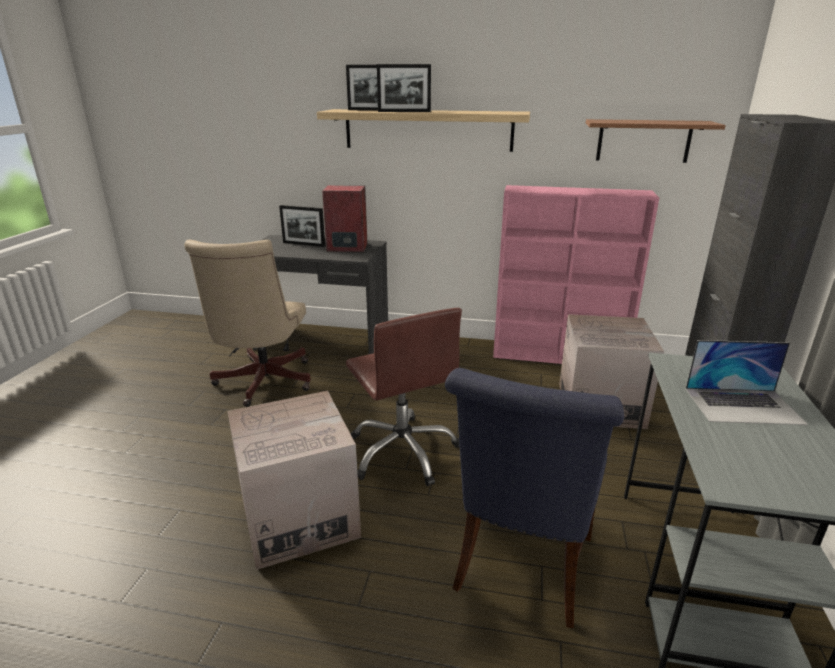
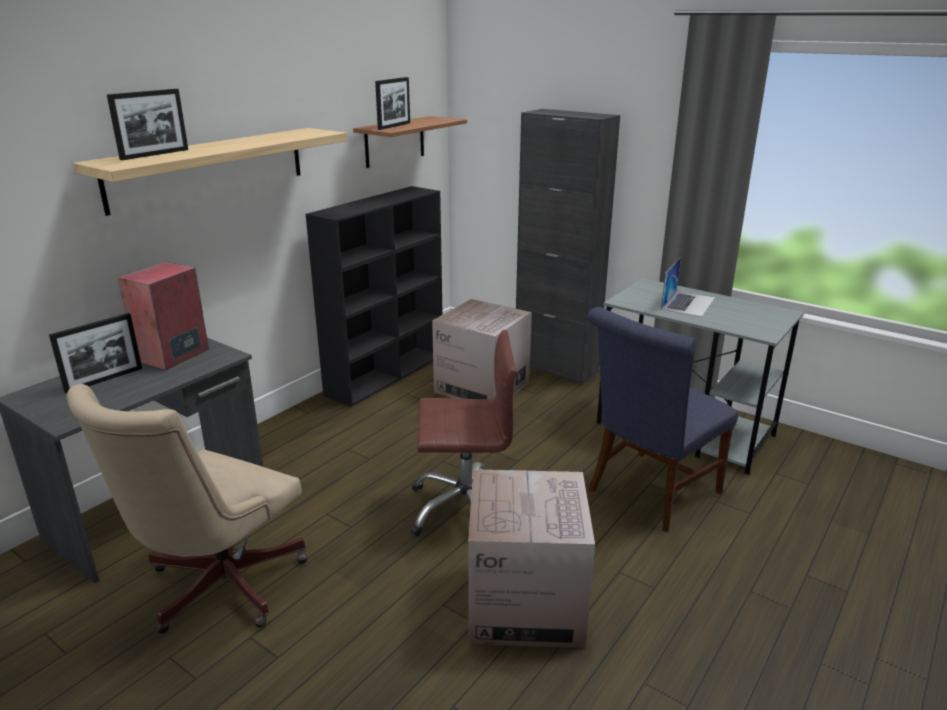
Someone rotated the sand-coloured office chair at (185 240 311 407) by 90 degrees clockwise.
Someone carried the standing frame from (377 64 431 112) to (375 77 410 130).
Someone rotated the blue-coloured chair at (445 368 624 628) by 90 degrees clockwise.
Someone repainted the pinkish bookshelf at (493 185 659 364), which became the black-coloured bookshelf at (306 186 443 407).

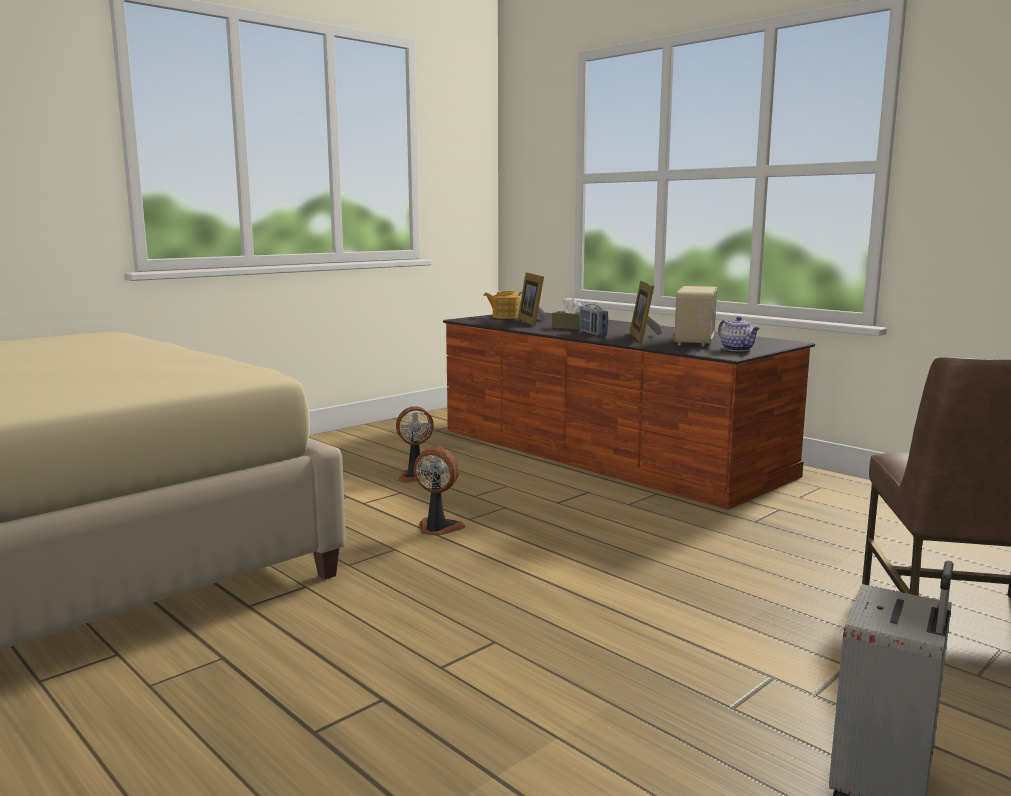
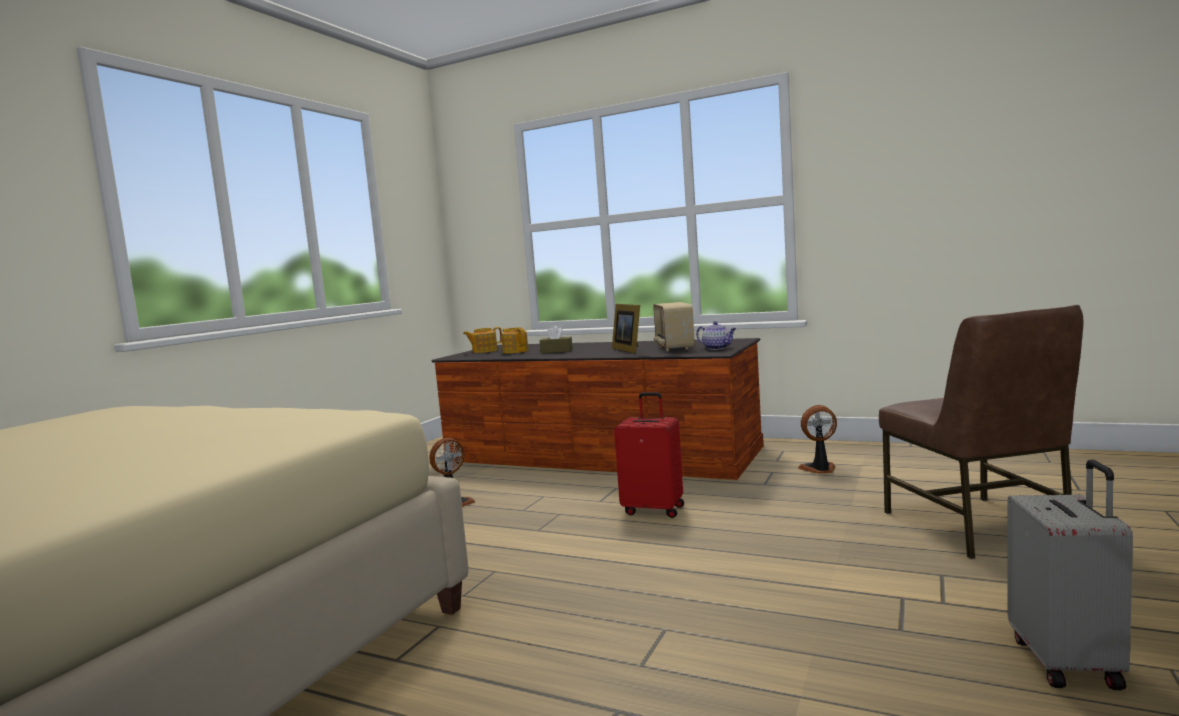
Someone carried the electric fan from (414 446 466 536) to (798 405 837 474).
Someone swapped the standing frame at (518 272 546 326) for the tea pot at (501 327 528 354).
Someone took away the radio set at (579 304 608 336).
Someone put down the red-coloured travel case at (614 392 684 518).

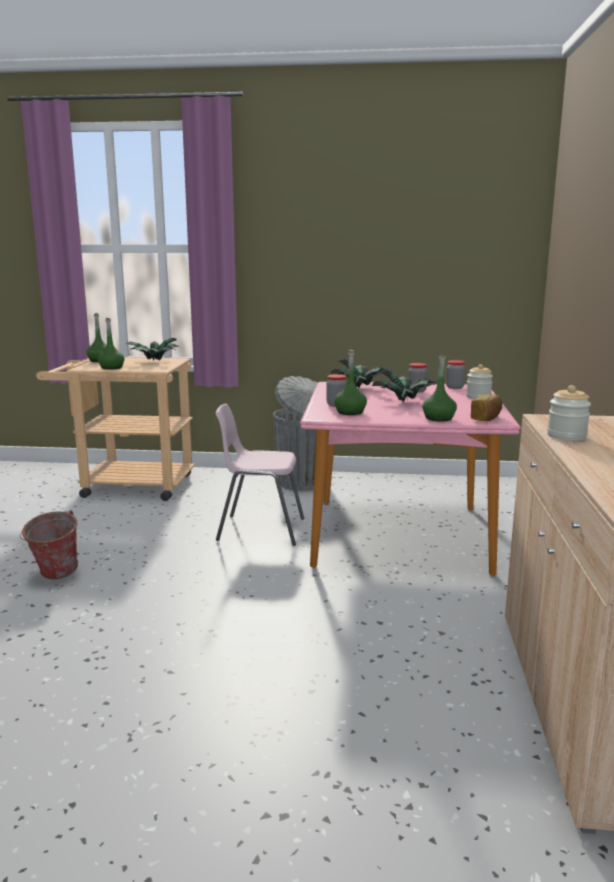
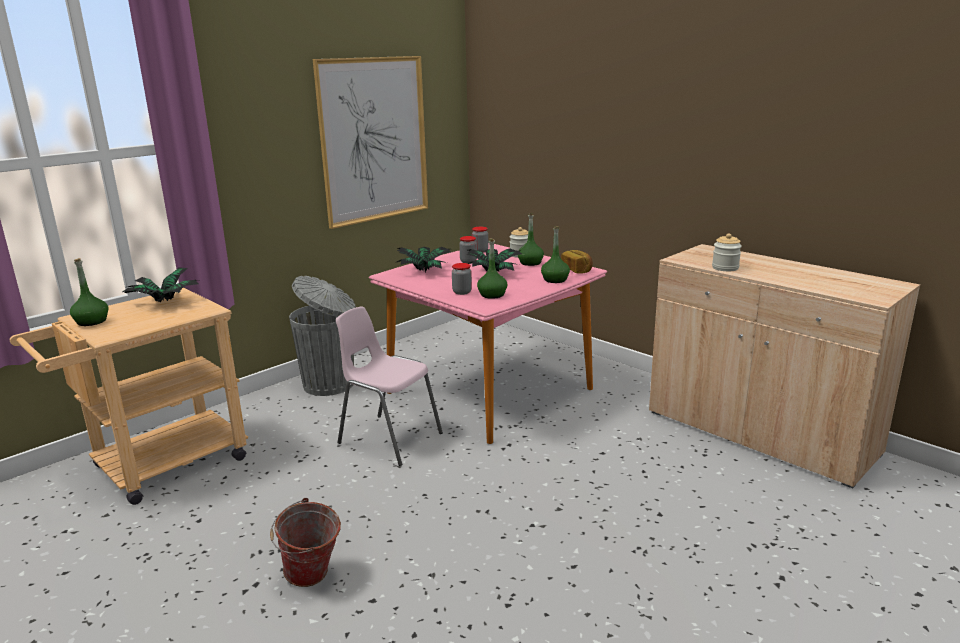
Someone carried the greenish beverage bottle from (98 318 125 370) to (518 213 544 266).
Someone rotated the pinkish chair at (216 404 304 546) by 75 degrees clockwise.
Someone put up the picture at (313 56 428 229).

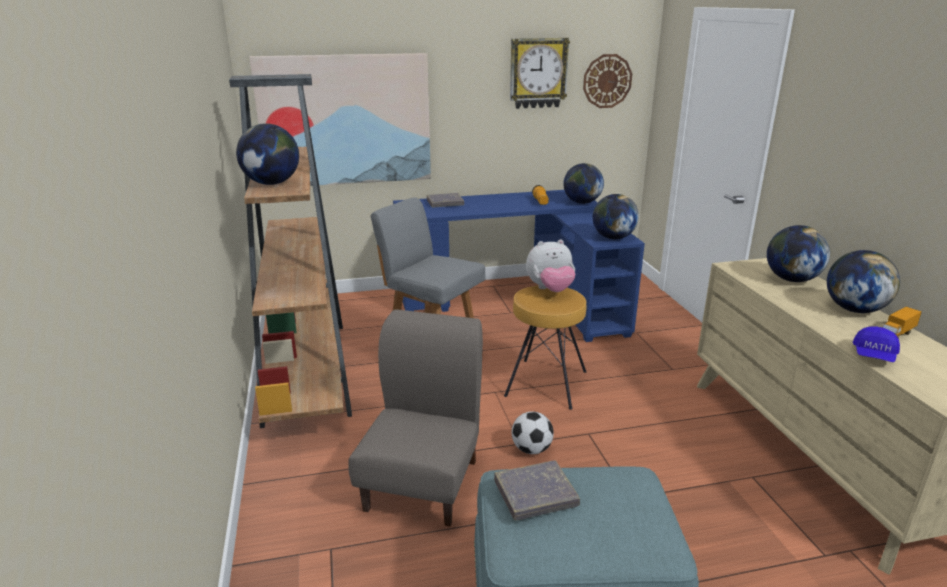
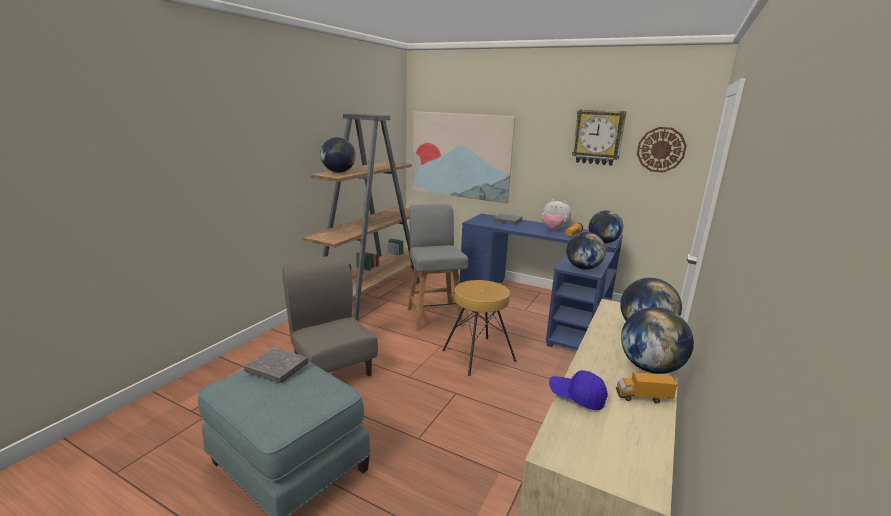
Someone rotated the grey chair at (348 309 483 527) by 90 degrees counterclockwise.
Someone took away the football ball at (512 411 554 454).
Someone carried the soft toy from (526 239 575 292) to (542 199 571 230).
Someone rotated the blue-coloured baseball cap at (853 326 900 362) by 45 degrees clockwise.

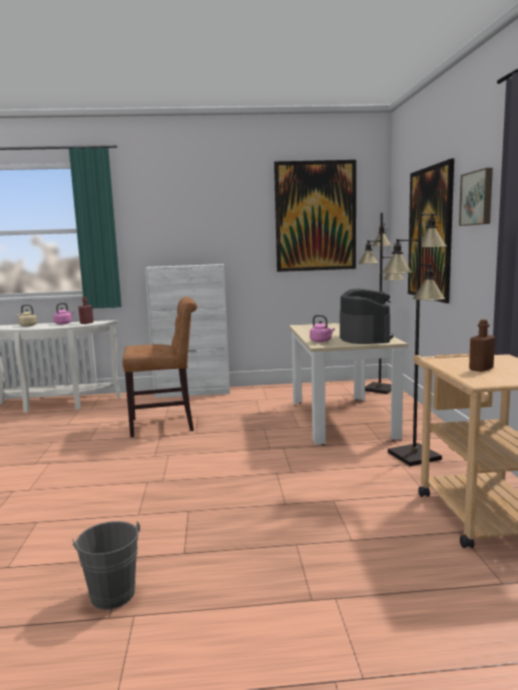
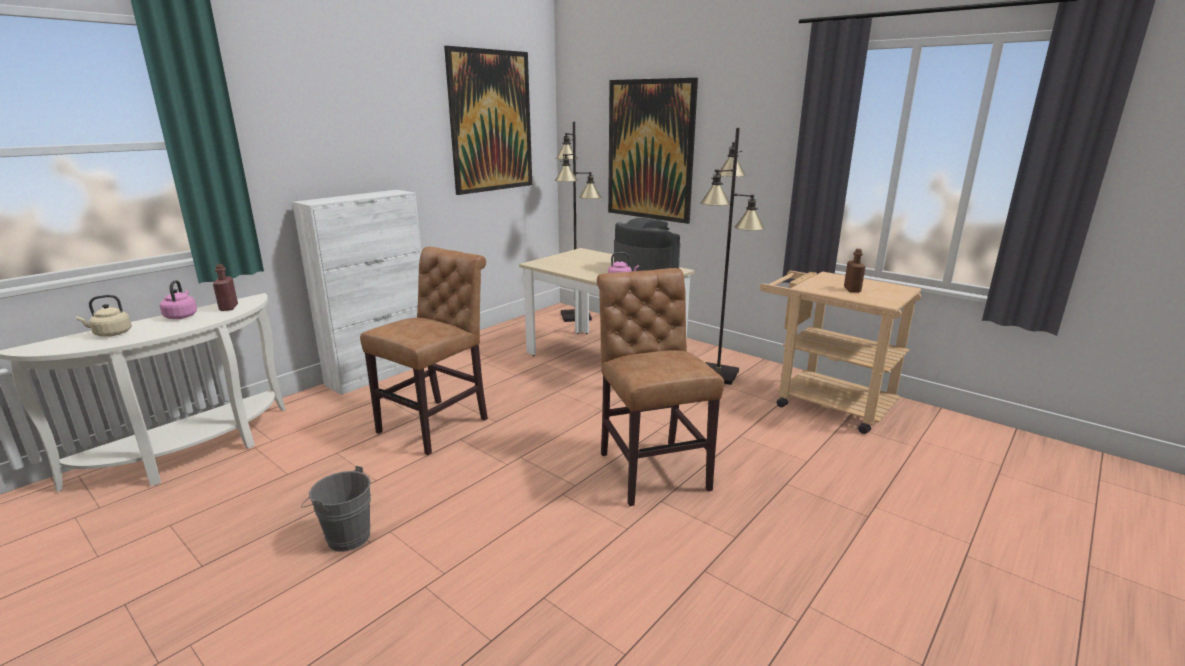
Someone carried the grey water bucket from (72 521 140 610) to (301 466 371 552).
Someone took away the picture at (459 168 493 226).
Someone put down the brownish chair at (597 268 724 506).

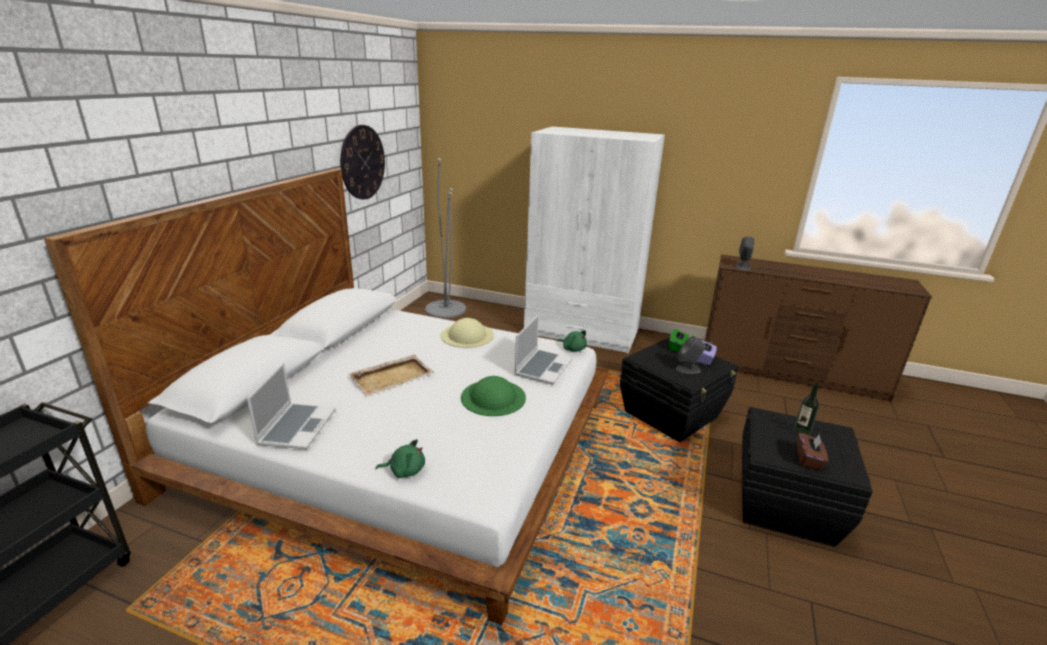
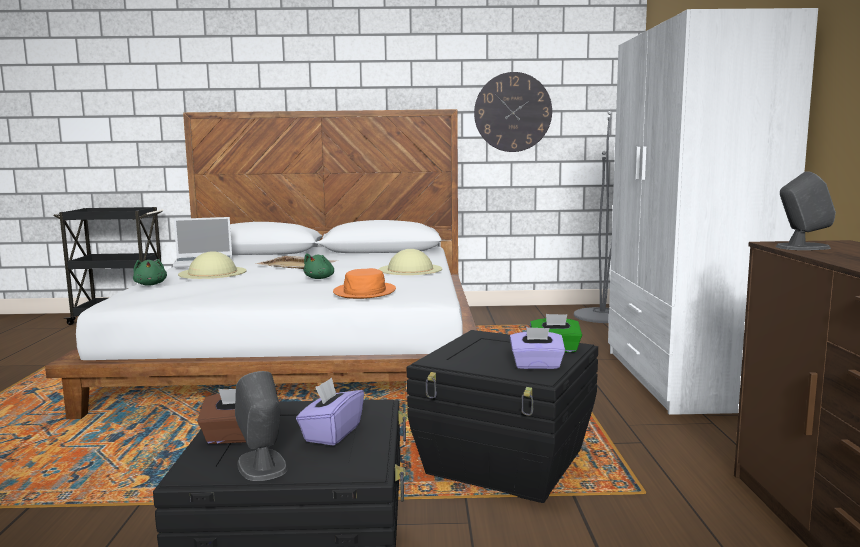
Someone took away the greenish wearable hat at (461 376 526 416).
Someone swapped the portable computer at (514 315 573 385) for the orange-coloured wearable hat at (333 268 396 299).
Someone carried the greenish soft toy from (558 331 587 352) to (304 253 334 279).
Someone carried the grey audio speaker from (676 336 706 374) to (235 371 288 481).
Someone swapped the beverage bottle at (794 382 820 436) for the purple tissue holder at (296 377 364 446).
Someone put down the sand-coloured wearable hat at (178 251 246 279).

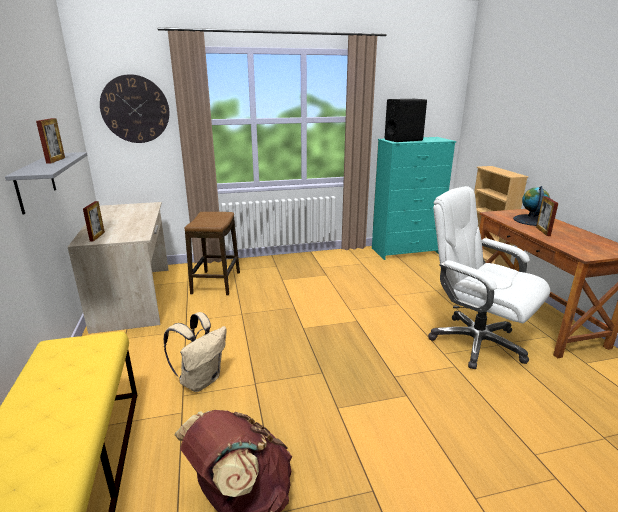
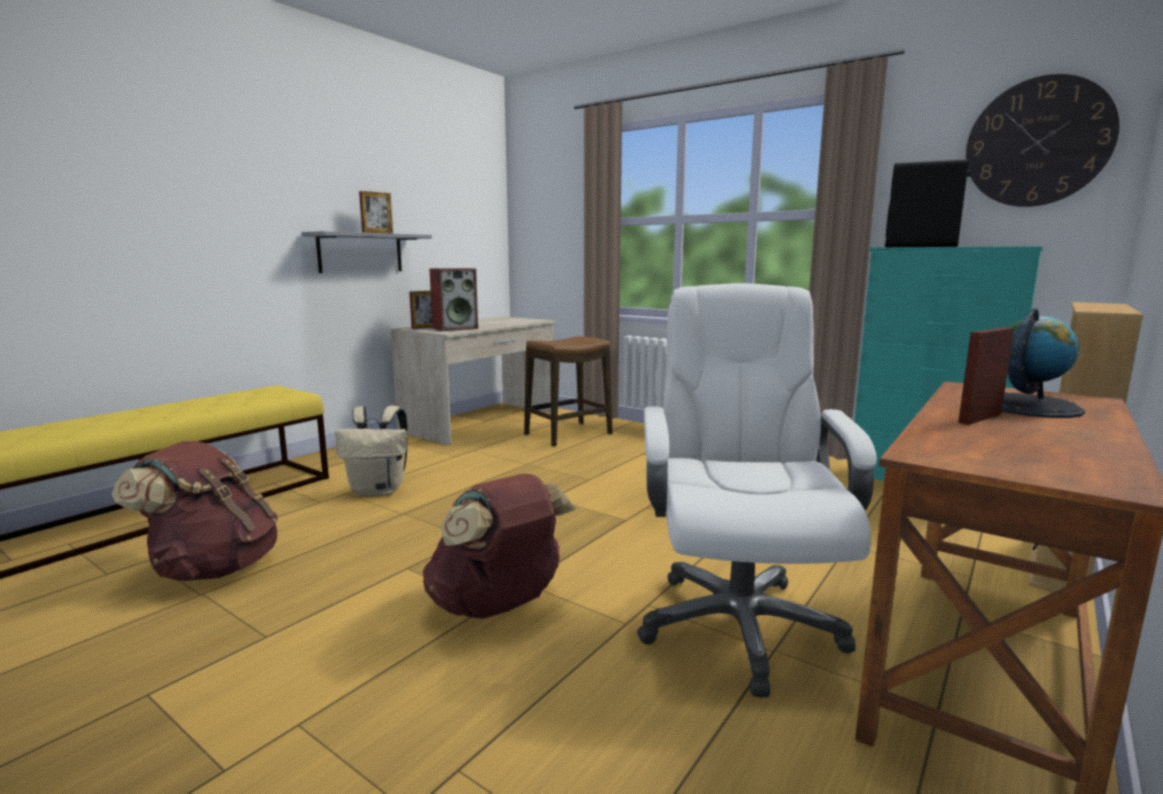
Someone carried the wall clock from (100 74 169 143) to (966 74 1120 207).
Someone put down the brownish rucksack at (423 474 576 619).
Someone put down the audio speaker at (429 268 478 331).

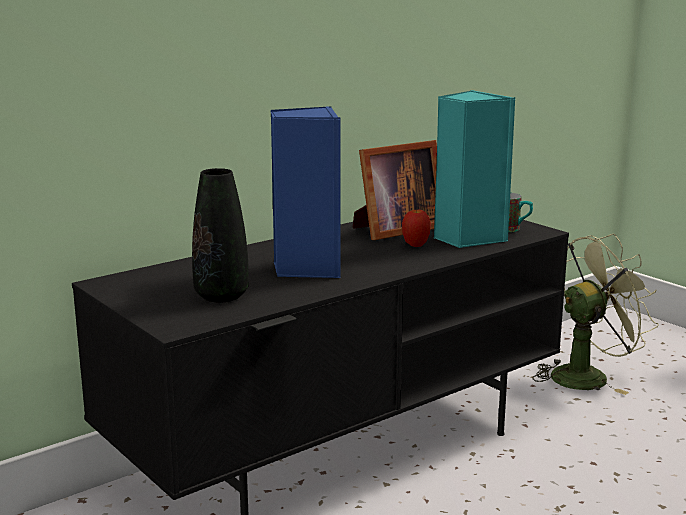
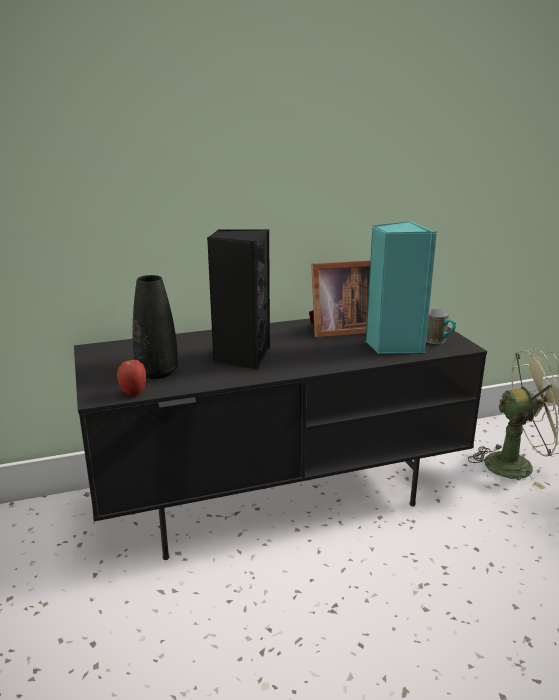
Someone repainted the blue-coloured audio speaker at (271 106 341 278), which became the black-coloured audio speaker at (207 229 270 369).
Someone carried the apple fruit from (402 209 431 247) to (117 358 146 396).

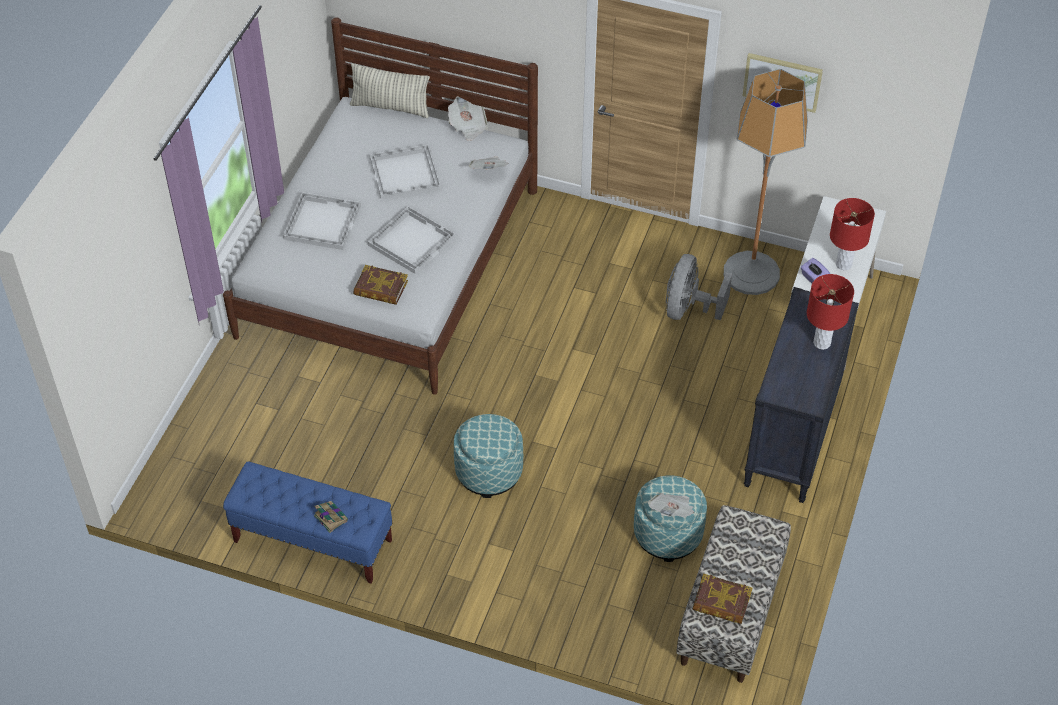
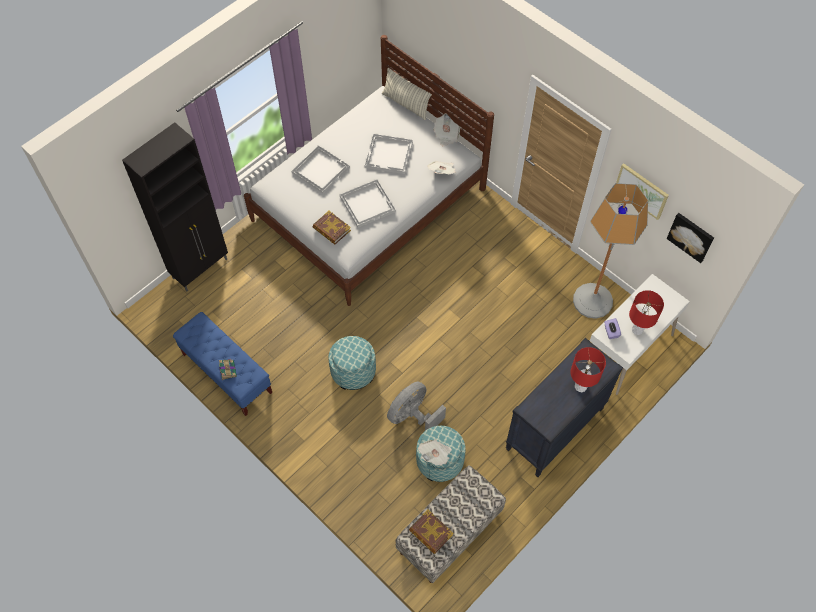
Someone carried the grey electric fan from (666 254 732 320) to (387 381 446 431).
Someone put down the black-coloured cupboard at (122 122 228 291).
Someone put up the picture at (667 213 714 263).

